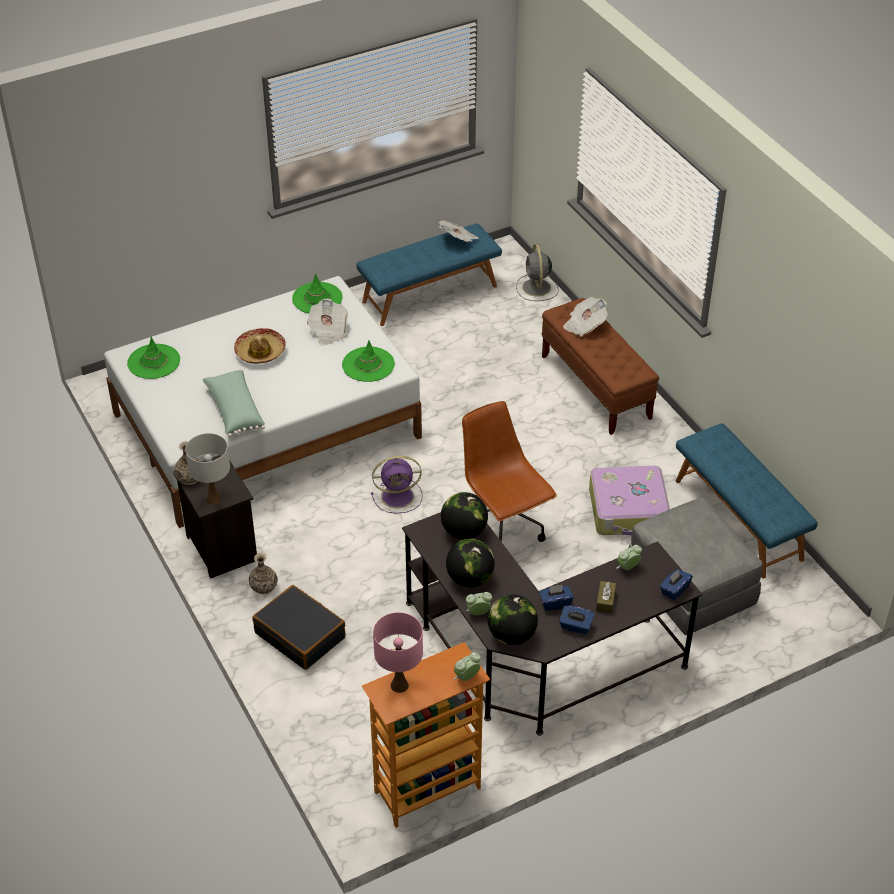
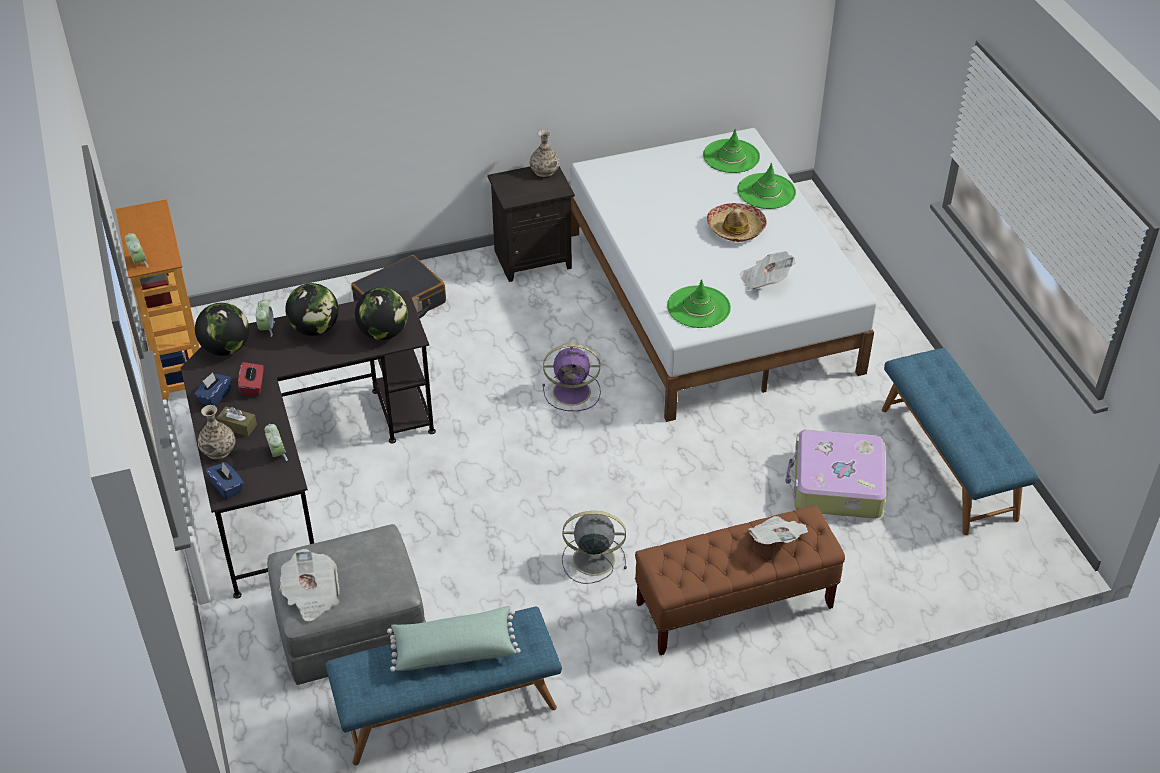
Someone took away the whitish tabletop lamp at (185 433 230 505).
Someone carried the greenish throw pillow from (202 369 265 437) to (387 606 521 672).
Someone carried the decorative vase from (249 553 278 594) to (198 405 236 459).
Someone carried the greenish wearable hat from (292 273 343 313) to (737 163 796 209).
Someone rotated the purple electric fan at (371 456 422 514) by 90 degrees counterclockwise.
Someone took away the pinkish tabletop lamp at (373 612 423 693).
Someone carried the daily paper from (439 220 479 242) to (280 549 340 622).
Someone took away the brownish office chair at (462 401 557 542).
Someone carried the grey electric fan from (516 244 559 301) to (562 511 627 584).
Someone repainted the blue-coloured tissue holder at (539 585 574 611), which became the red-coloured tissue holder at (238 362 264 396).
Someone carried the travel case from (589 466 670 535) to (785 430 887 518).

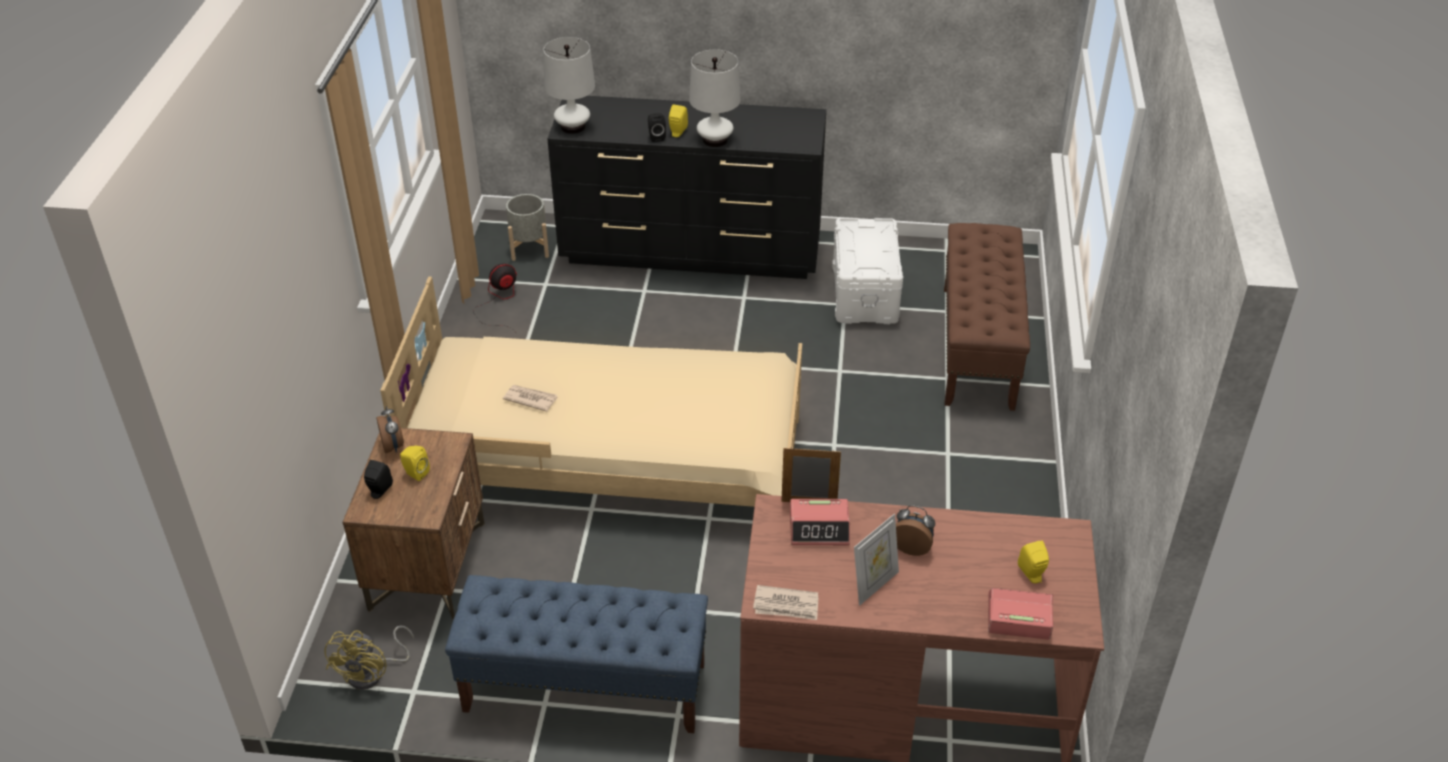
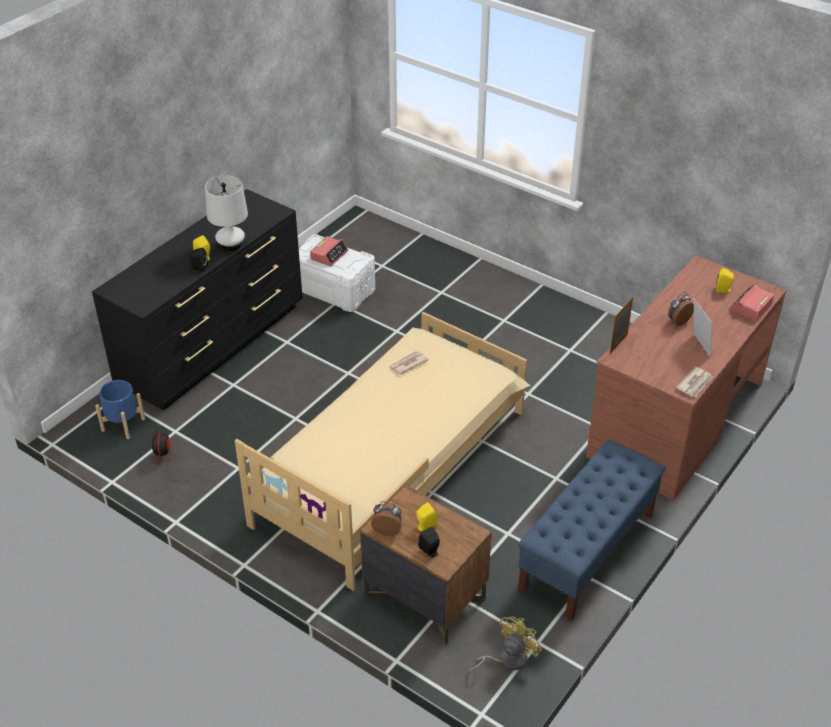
Someone rotated the yellow electric fan at (325 625 414 690) by 90 degrees counterclockwise.
Someone carried the daily paper from (503 385 557 412) to (389 351 429 375).
Someone repainted the grey planter at (506 194 549 261), which became the blue-coloured planter at (95 380 145 439).
Someone took away the whitish tabletop lamp at (543 37 595 134).
Someone carried the alarm clock from (790 499 850 545) to (310 236 348 266).
Someone took away the brownish bench at (944 223 1030 411).

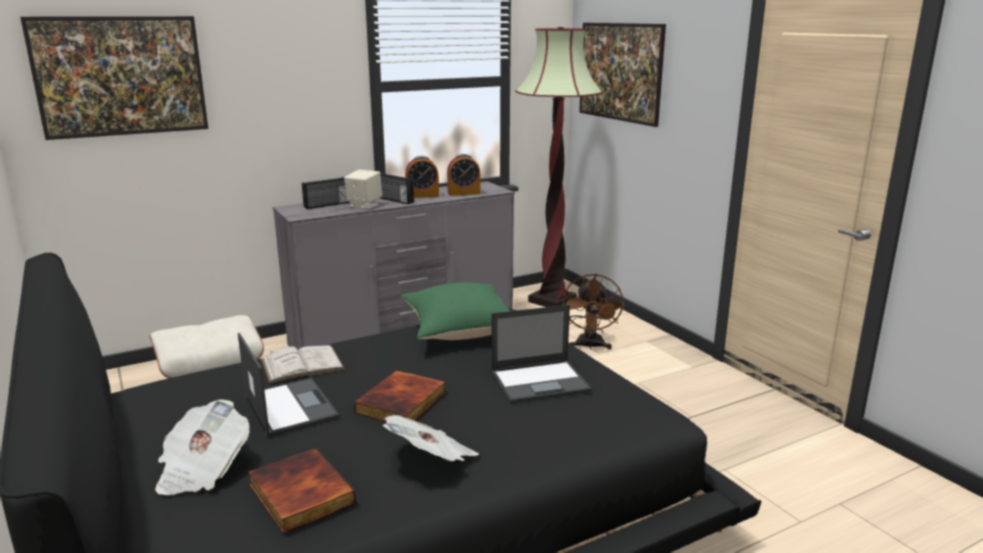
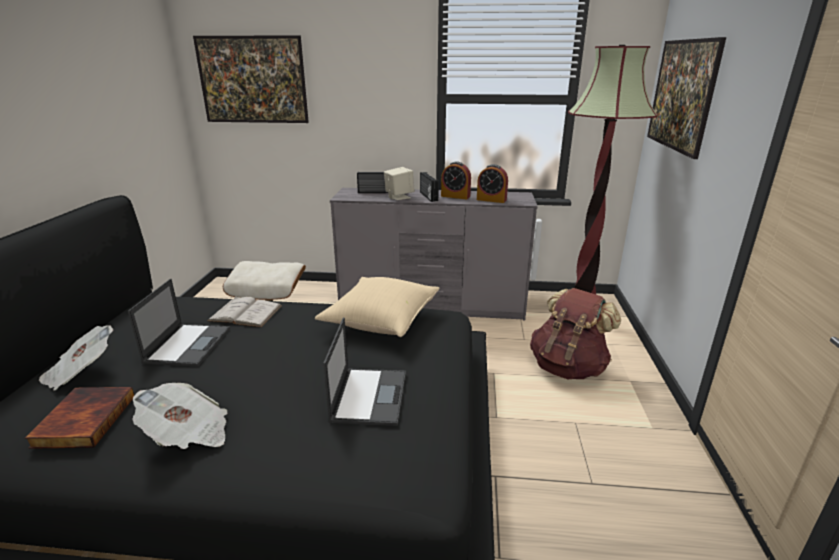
Someone took away the book at (354 370 446 422).
Someone repainted the greenish throw pillow at (401 283 510 340), which became the sand-coloured throw pillow at (315 277 439 337).
Someone rotated the portable computer at (491 305 592 404) by 105 degrees counterclockwise.
Someone swapped the brownish electric fan at (563 274 624 350) for the brownish rucksack at (530 288 621 380).

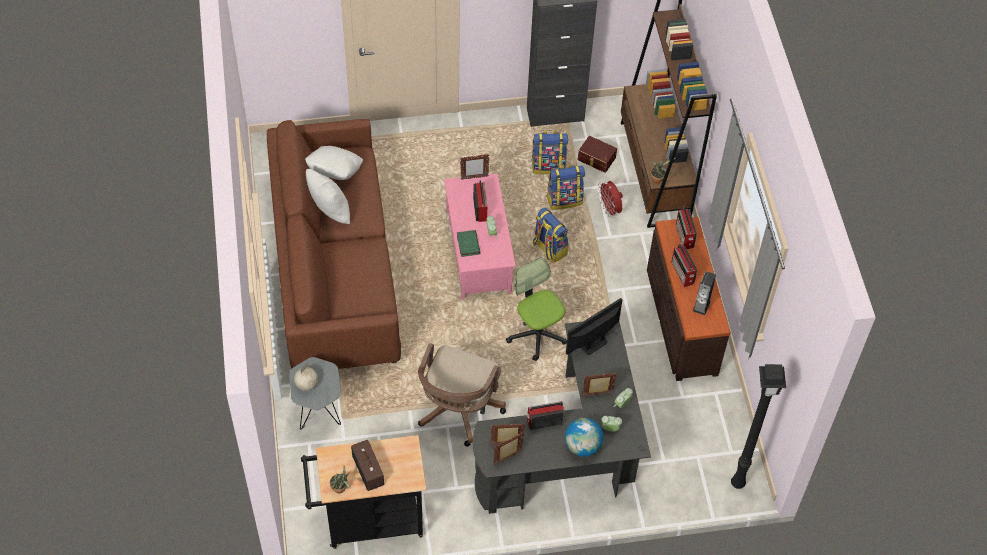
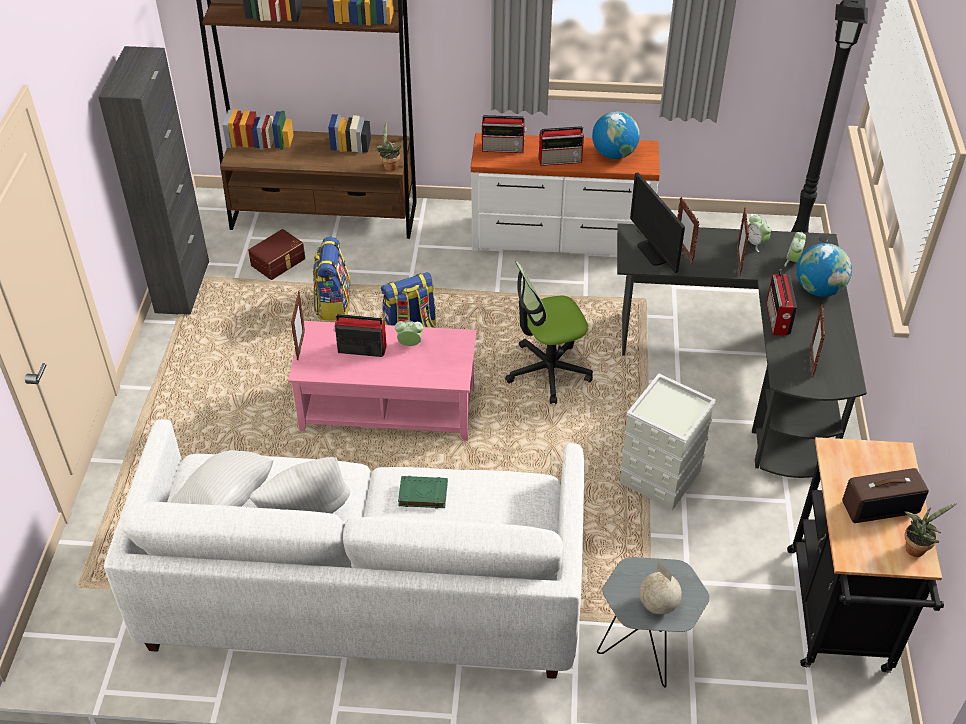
Someone repainted the brownish settee at (267 119 401 369), which became the whitish settee at (104 419 584 679).
Someone swapped the brownish office chair at (418 343 506 447) for the grey storage bin at (620 373 716 510).
Someone carried the greenish book from (457 230 480 257) to (398 476 448 508).
Someone carried the standing frame from (494 432 524 466) to (677 197 700 264).
Someone took away the rucksack at (531 130 568 174).
Someone took away the red-coloured electric fan at (598 181 623 218).
Someone repainted the brownish drawer chest at (647 217 731 381), which became the whitish drawer chest at (471 133 660 255).
Someone swapped the audio speaker at (693 271 716 316) for the world globe at (592 111 640 159).

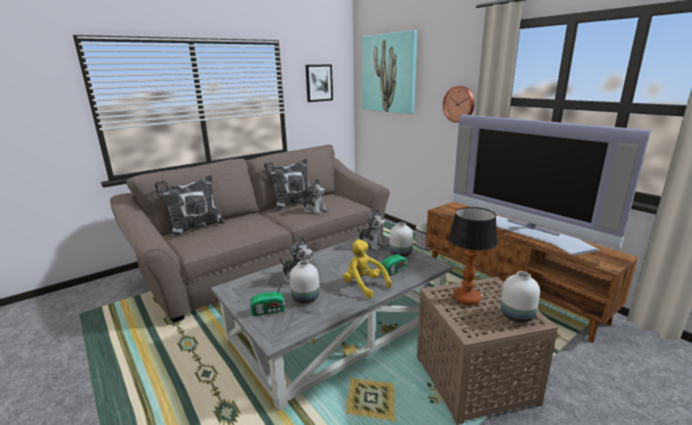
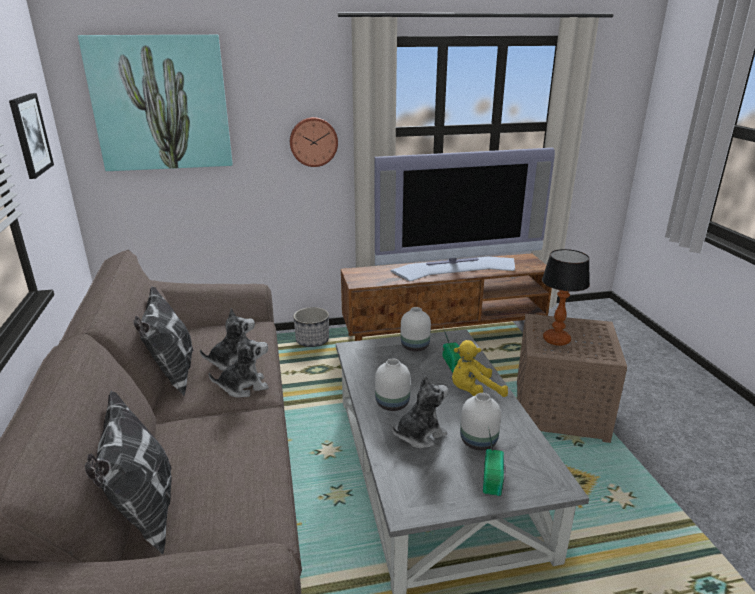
Someone carried the soft toy from (357 208 388 250) to (209 330 269 398).
Someone carried the whitish decorative vase from (500 271 540 323) to (375 359 411 411).

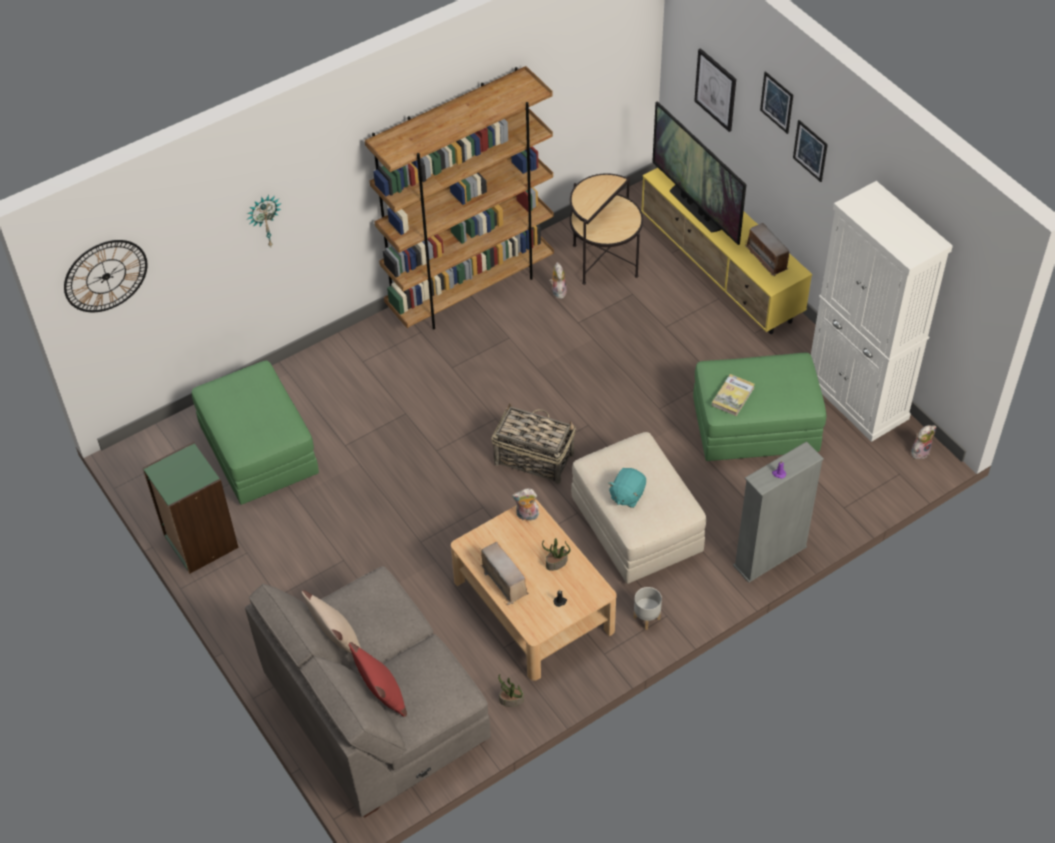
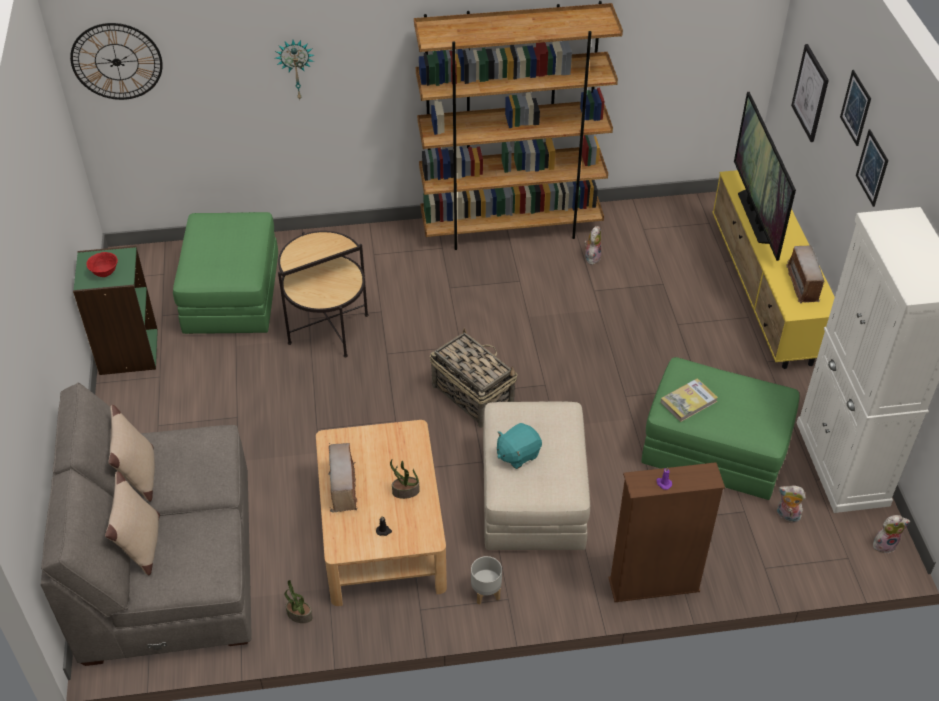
Someone repainted the red-coloured throw pillow at (349 642 407 717), which became the sand-coloured throw pillow at (105 471 160 575).
Someone carried the soft toy from (512 488 539 520) to (777 485 806 523).
Someone carried the side table from (570 173 643 285) to (278 231 369 357).
Someone repainted the grey bookshelf at (733 441 824 583), which became the brownish bookshelf at (608 462 725 602).
Someone put down the red-coloured deep dish at (86 252 118 277).

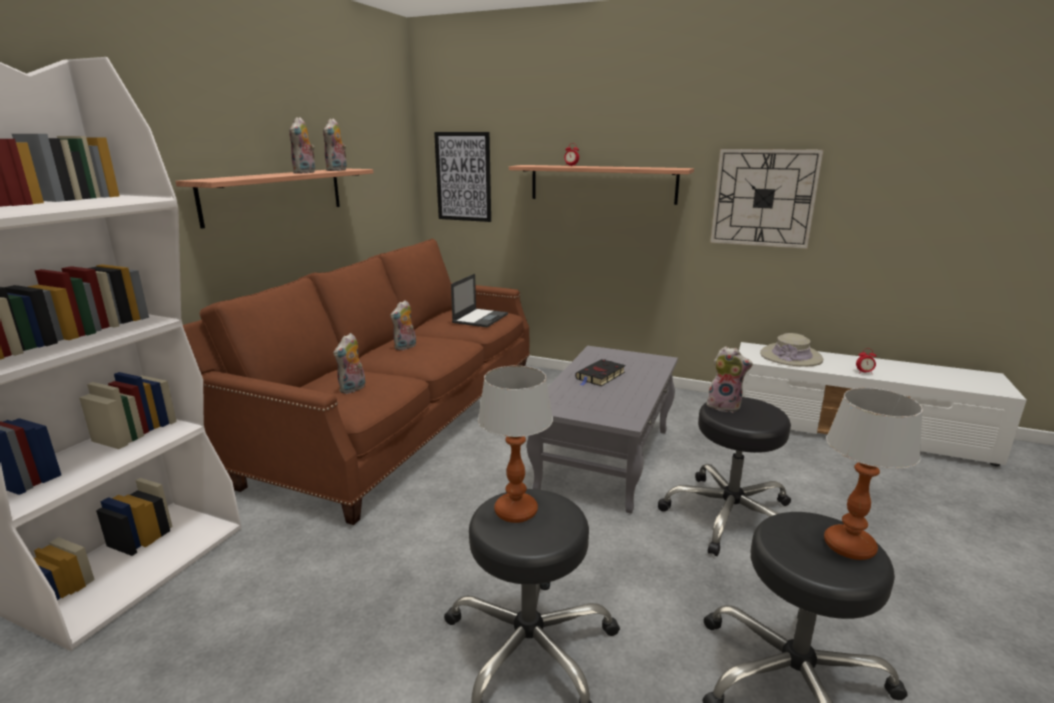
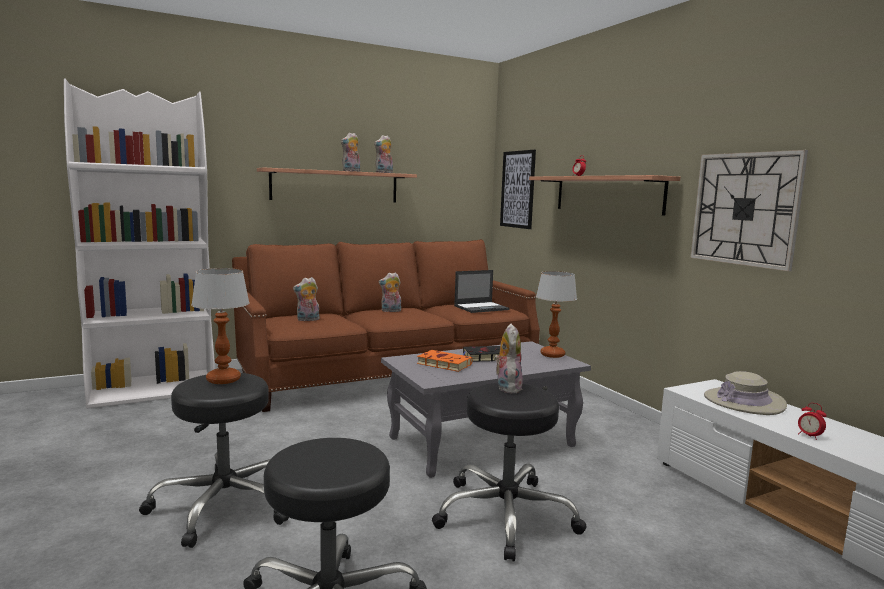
Someone rotated the soft toy at (707 346 753 412) by 150 degrees counterclockwise.
Someone carried the tabletop lamp from (824 388 923 560) to (536 271 577 358).
Someone put down the orange-coloured book at (417 350 472 372).

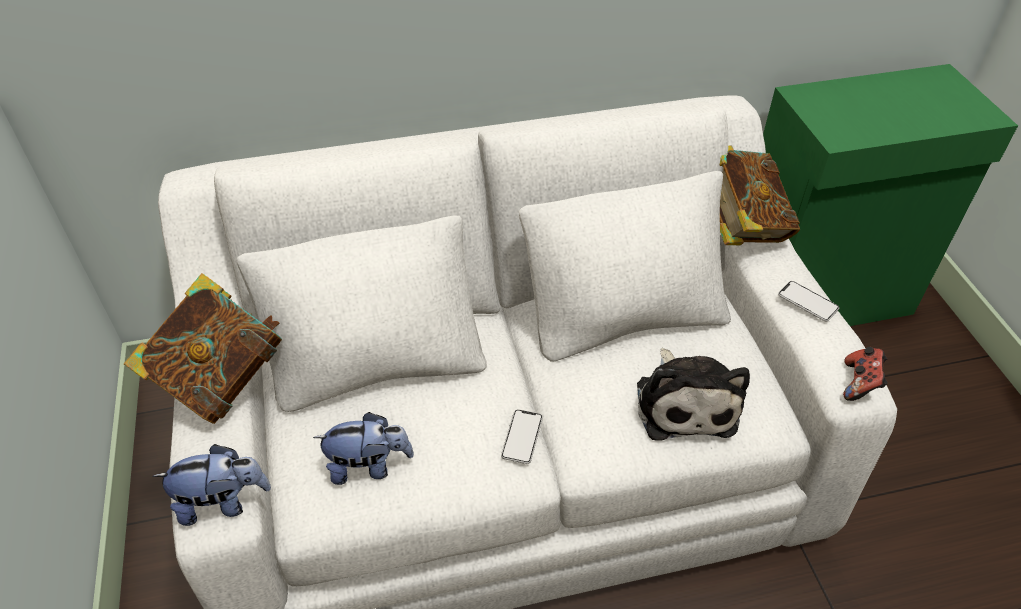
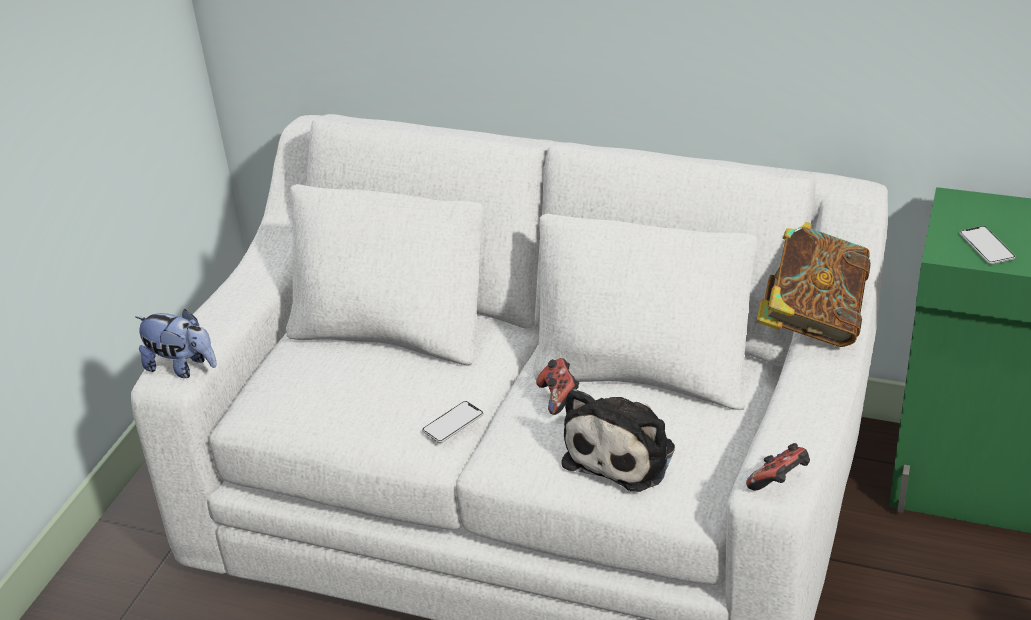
Someone took away the book at (124 273 282 424).
Someone took away the soft toy at (313 412 414 485).
Someone carried the phone from (778 281 839 321) to (959 226 1016 264).
Someone put down the game controller at (536 358 579 415).

